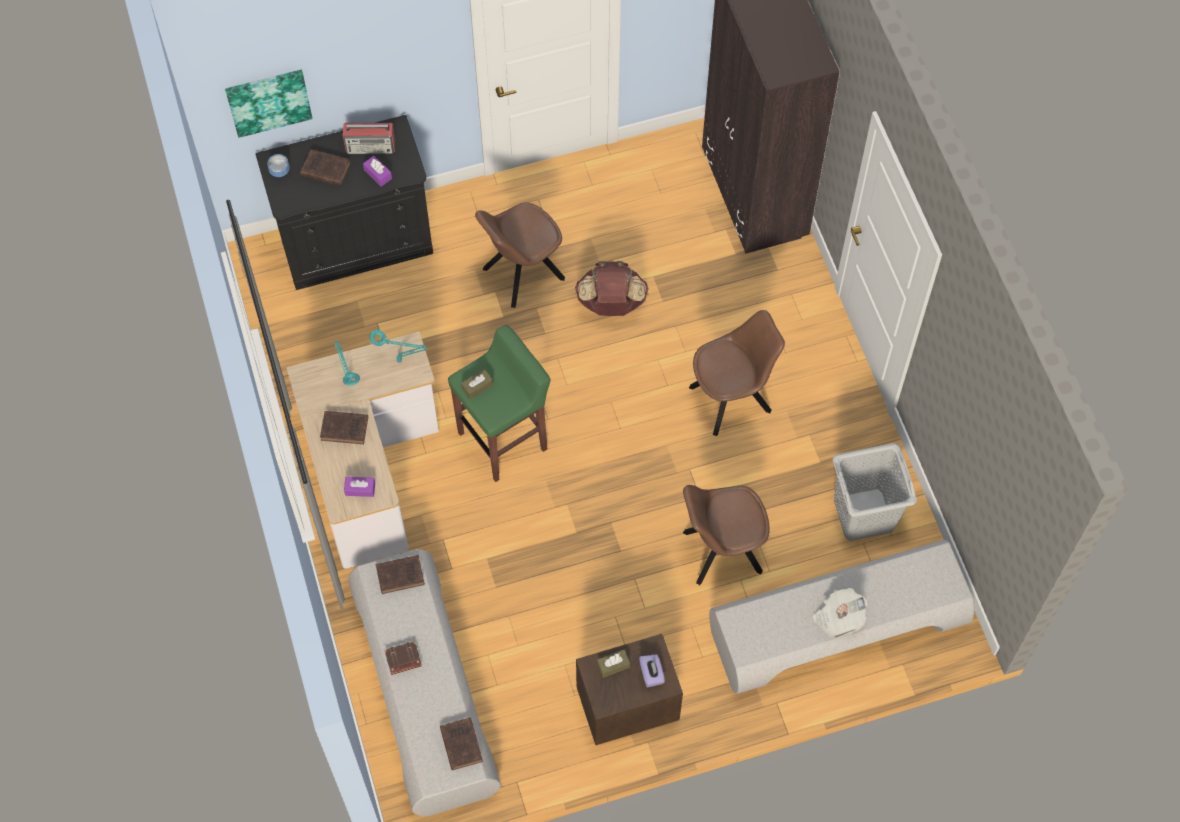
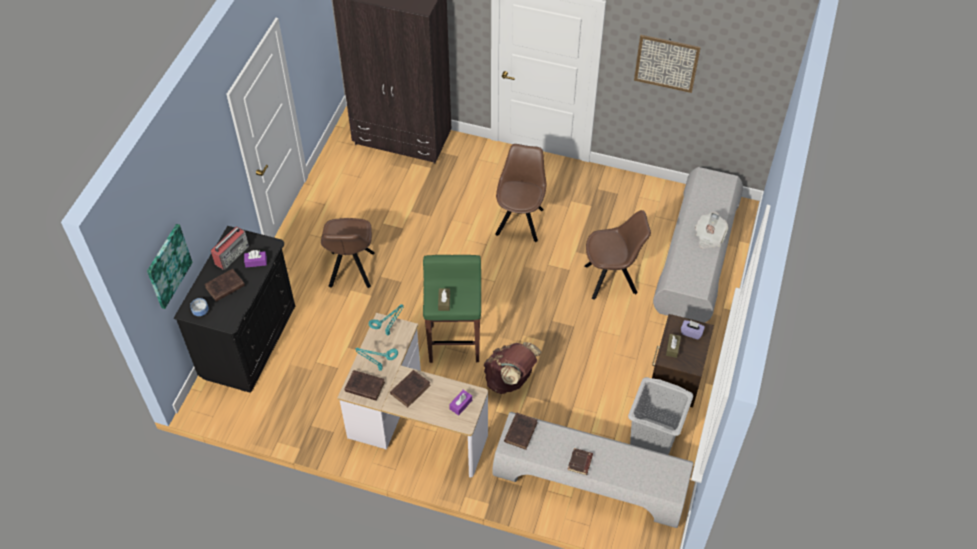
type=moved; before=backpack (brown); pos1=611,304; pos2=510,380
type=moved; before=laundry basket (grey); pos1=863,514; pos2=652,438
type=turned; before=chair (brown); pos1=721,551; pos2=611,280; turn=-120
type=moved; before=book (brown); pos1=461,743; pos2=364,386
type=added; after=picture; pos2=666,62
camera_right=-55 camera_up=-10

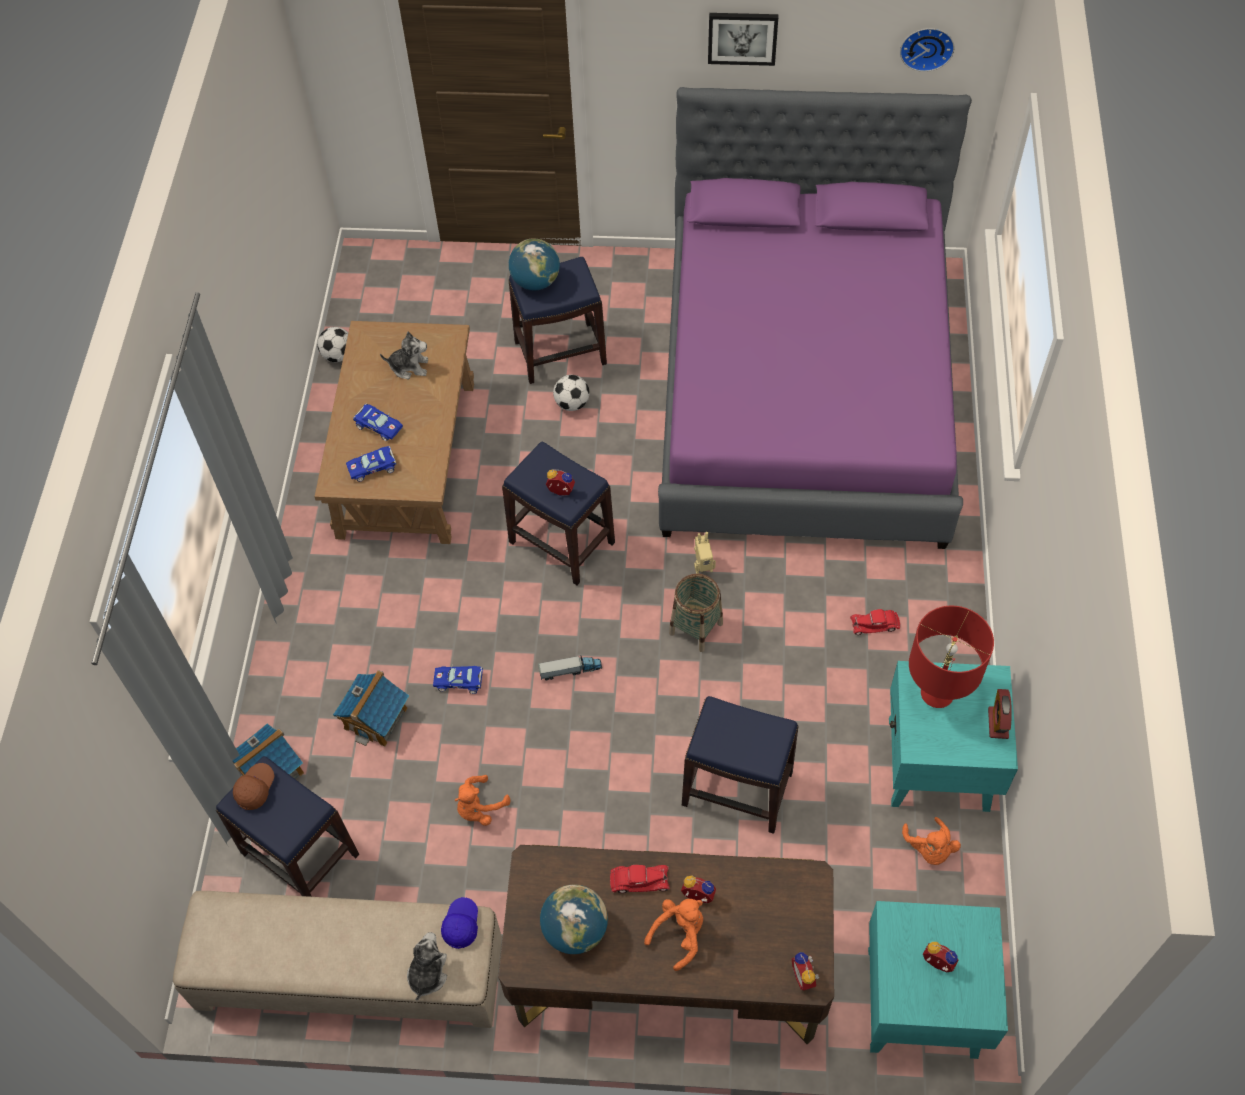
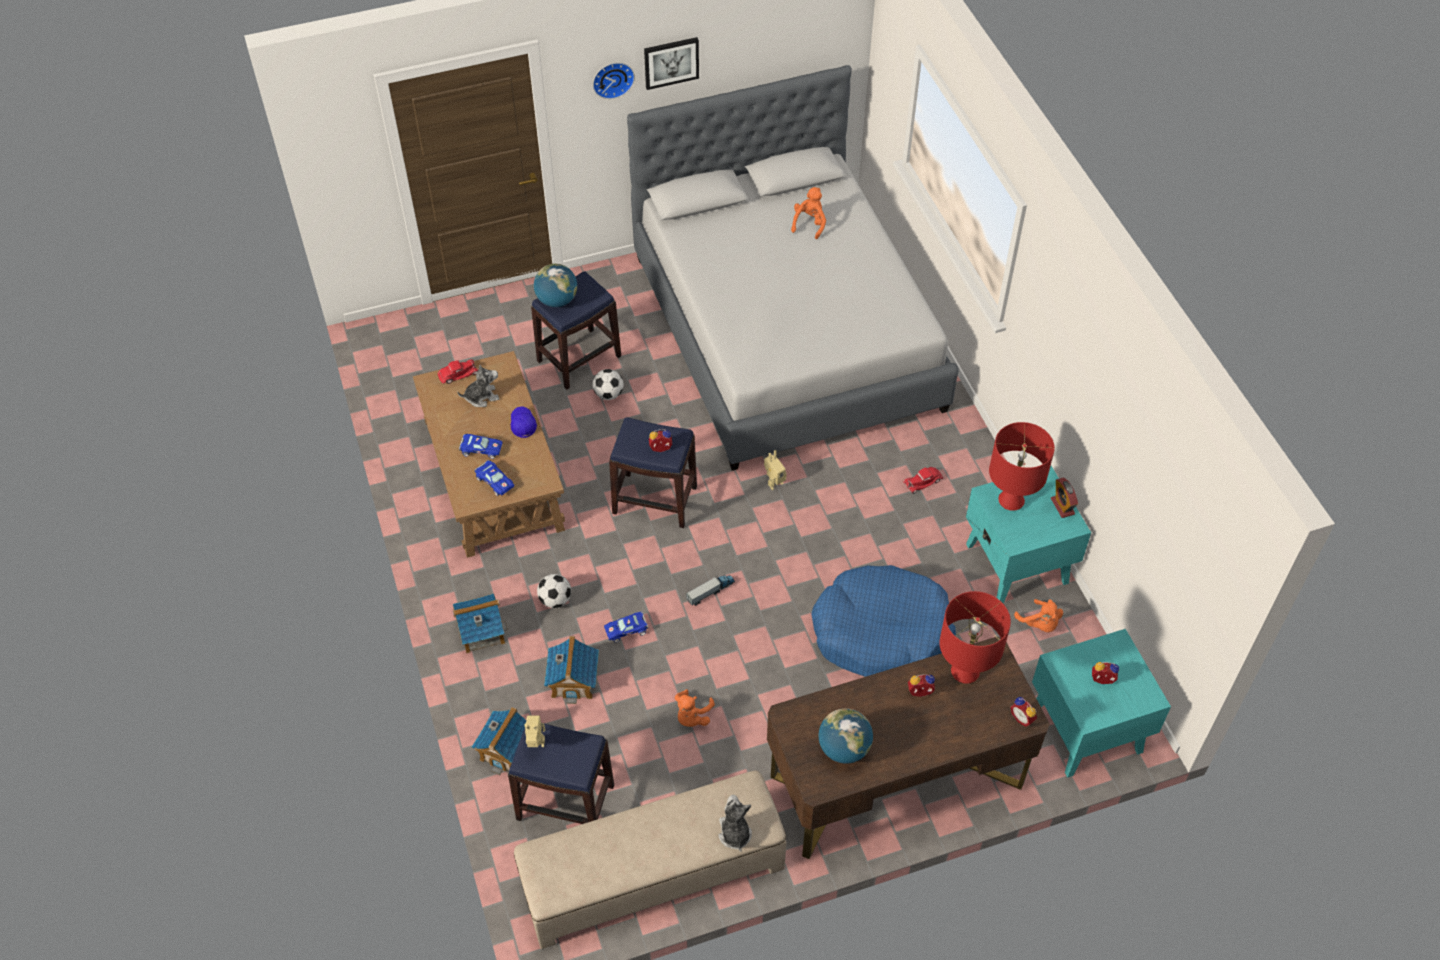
type=moved; before=wall clock; pos1=926,47; pos2=612,78
type=recoloured; before=bed (purple); after=bed (grey); pos1=804,393; pos2=787,332
type=moved; before=football; pos1=338,355; pos2=555,600
type=turned; before=toy car (blue); pos1=374,467; pos2=494,481; turn=-90
type=removed; before=basket; pos1=696,628
type=replaced; before=stool; after=dog bed (blue); pos1=737,789; pos2=881,632
type=replaced; before=cap (brown); after=toy robot; pos1=255,789; pos2=535,745
type=moved; before=toy car (red); pos1=639,880; pos2=458,374
type=moved; before=cap (blue); pos1=461,925; pos2=523,425
type=moved; before=plush toy (orange); pos1=679,934; pos2=809,224
type=added; after=table lamp (red); pos2=964,673
type=added; after=toy house; pos2=481,632
camera_right=-25 camera_up=-5

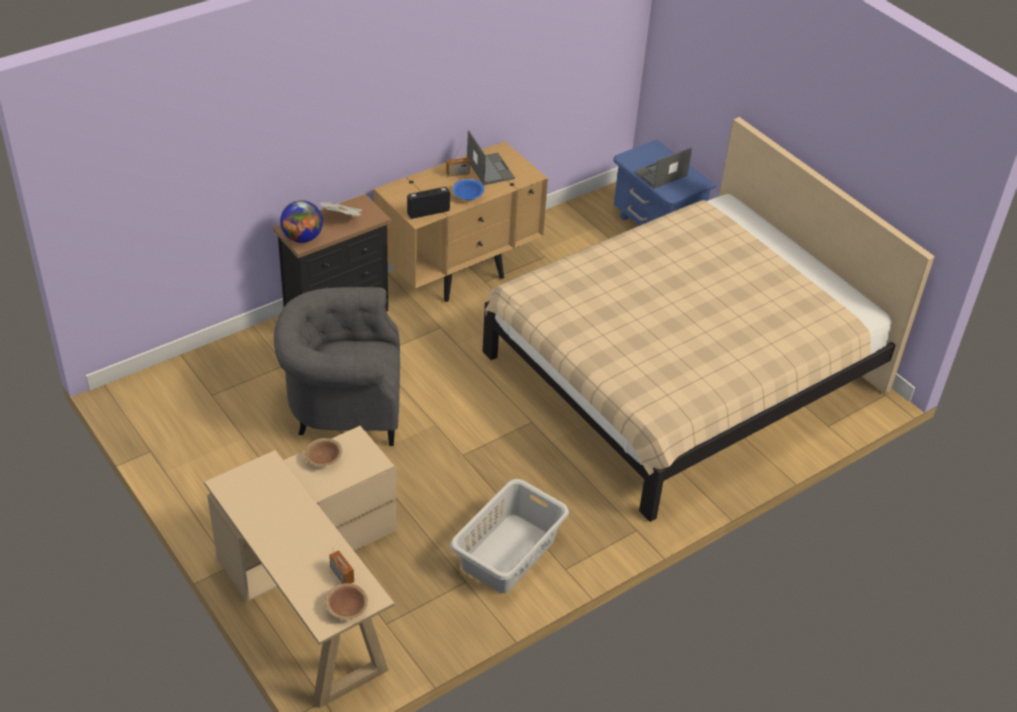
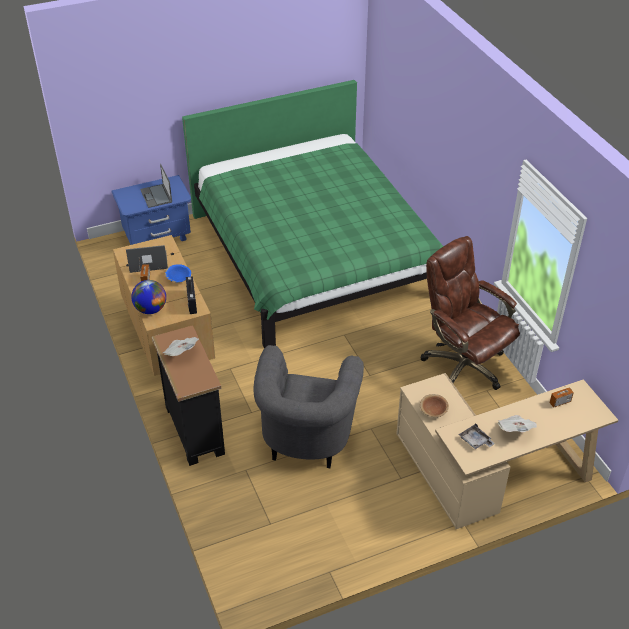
type=recoloured; before=bed (beige); after=bed (green); pos1=682,371; pos2=312,255
type=moved; before=globe; pos1=302,238; pos2=150,309
type=replaced; before=laundry basket (grey); after=office chair (brown); pos1=509,553; pos2=464,365
type=removed; before=bowl (brown); pos1=347,608
type=added; after=newspaper; pos2=515,430
type=added; after=tray (grey); pos2=475,441
camera_right=-75 camera_up=0

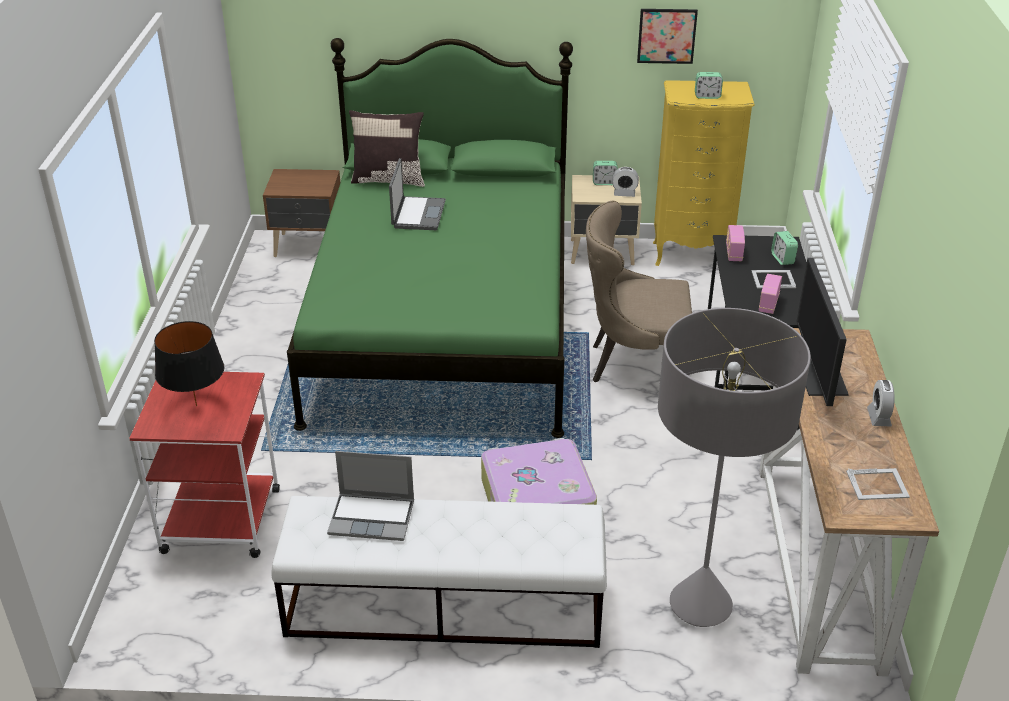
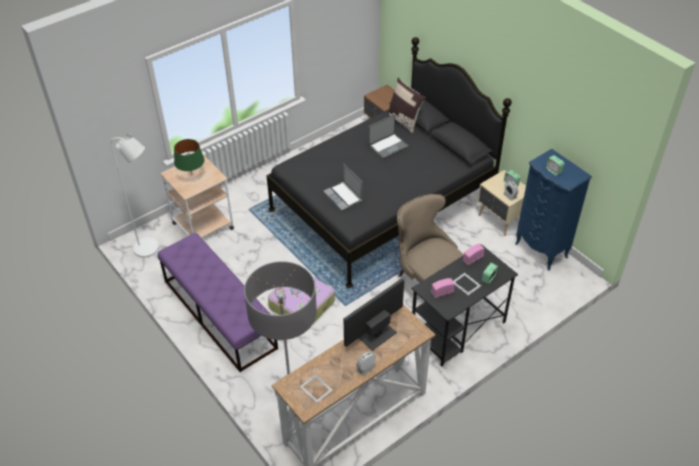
type=removed; before=picture; pos1=666,36
type=recoloured; before=bed (green); after=bed (black); pos1=444,324; pos2=383,205
type=recoloured; before=dresser (yellow); after=dresser (blue); pos1=691,256; pos2=540,251
type=recoloured; before=table lamp (black); after=table lamp (green); pos1=196,405; pos2=192,175
type=recoloured; before=cart (red); after=cart (beige); pos1=221,518; pos2=204,225
type=moved; before=laptop; pos1=373,517; pos2=343,197
type=recoloured; before=bench (white); after=bench (purple); pos1=443,605; pos2=219,313
type=added; after=floor lamp (white); pos2=150,249
camera_right=50 camera_up=10

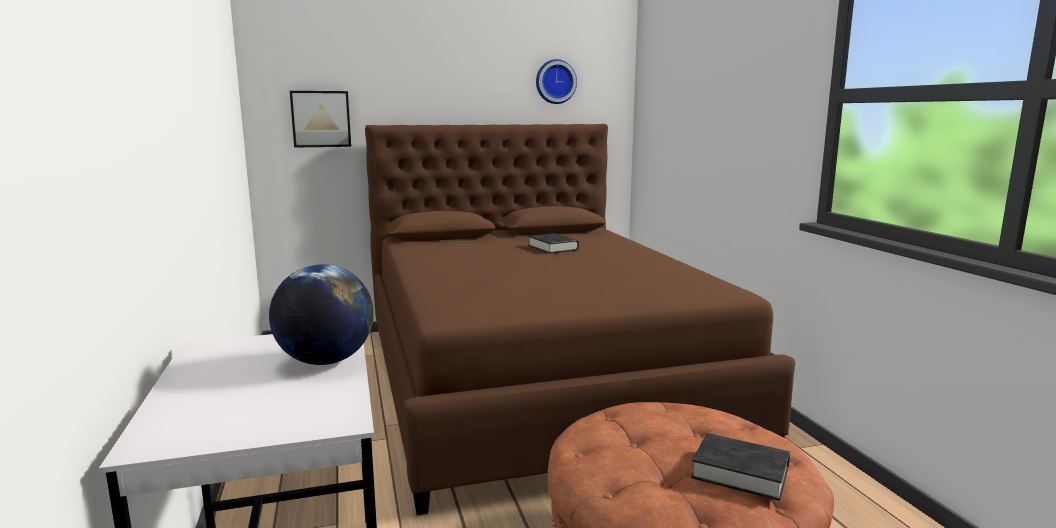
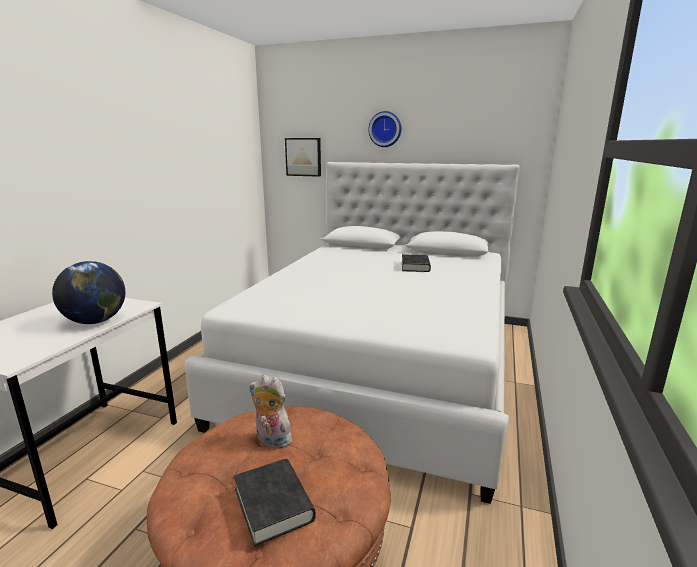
type=moved; before=wall clock; pos1=555,82; pos2=385,129
type=recoloured; before=bed (brown); after=bed (white); pos1=537,381; pos2=381,366
type=added; after=plush toy; pos2=271,440
camera_right=35 camera_up=5

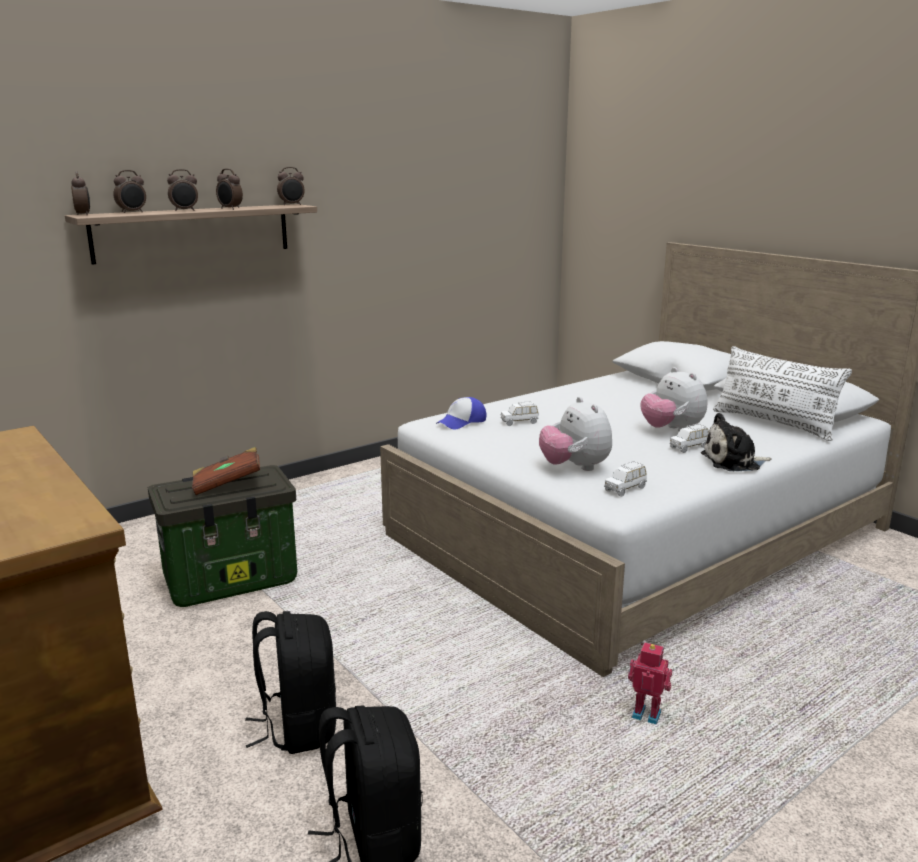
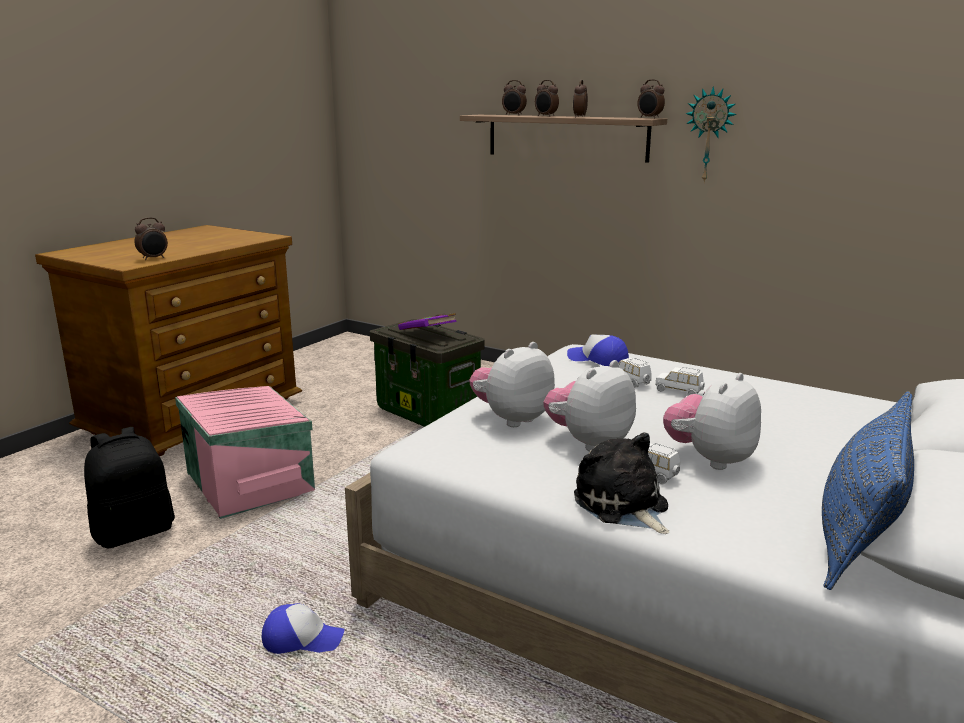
type=moved; before=alarm clock; pos1=83,215; pos2=154,258
type=recoloured; before=pillow (white); after=pillow (blue); pos1=774,423; pos2=858,535
type=recoloured; before=book (brown); after=book (purple); pos1=227,484; pos2=428,333
type=moved; before=toy car (white); pos1=625,489; pos2=679,391
type=replaced; before=backpack (black); after=storage box (pink); pos1=298,727; pos2=251,480
type=replaced; before=toy robot; after=cap; pos1=646,714; pos2=302,639
type=added; after=wall clock; pos2=709,135
type=added; after=plush toy; pos2=589,442
camera_right=70 camera_up=0

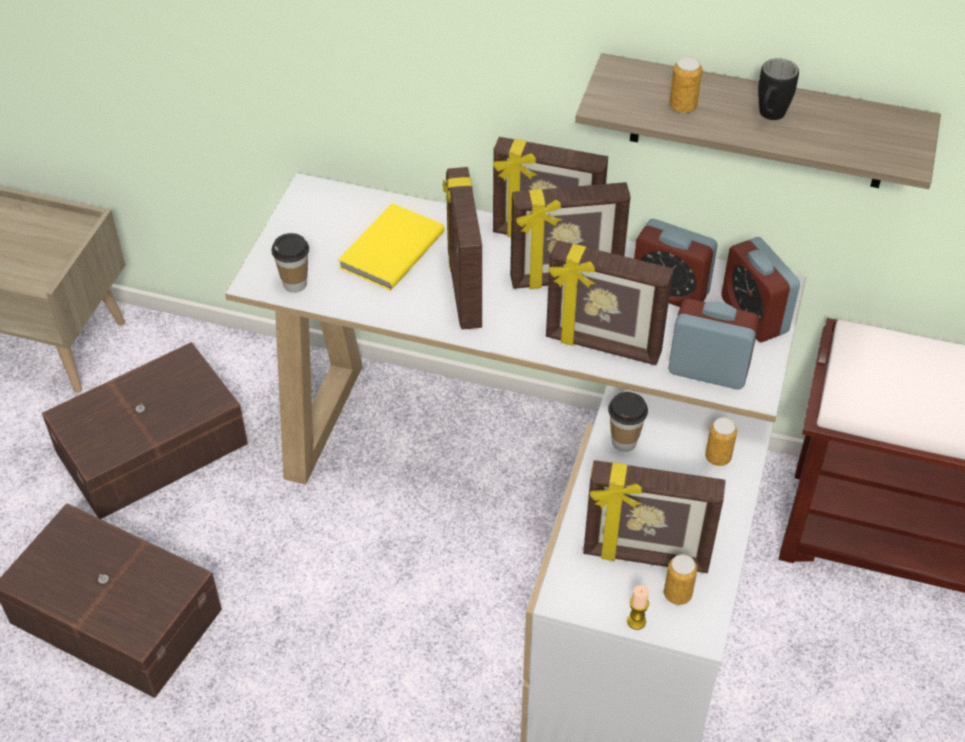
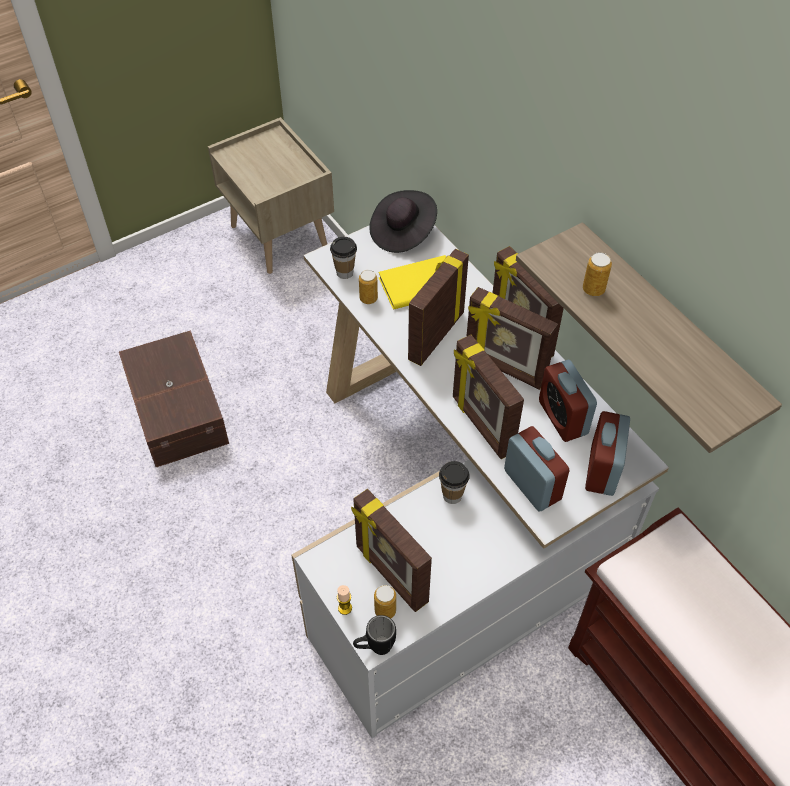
type=moved; before=mug (black); pos1=769,117; pos2=374,648
type=removed; before=storage box (brown); pos1=154,449
type=moved; before=can; pos1=718,457; pos2=368,298
type=added; after=hat (black); pos2=402,233
camera_right=40 camera_up=5

